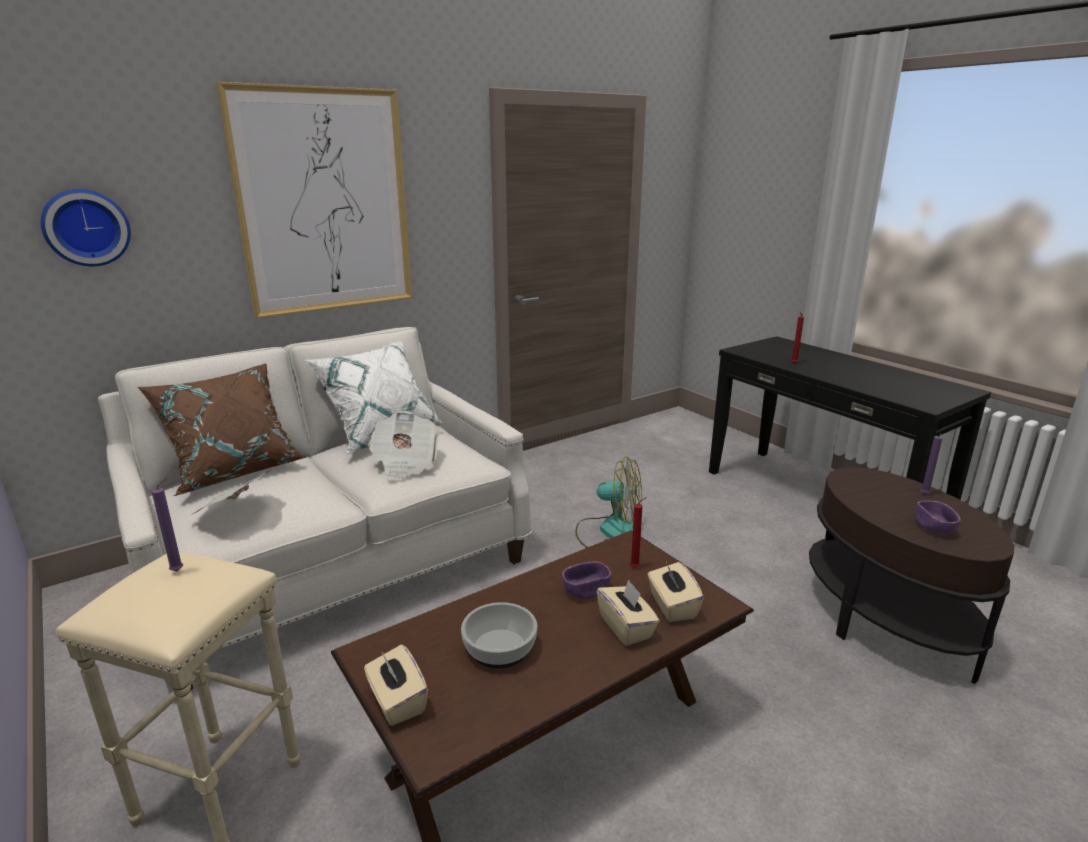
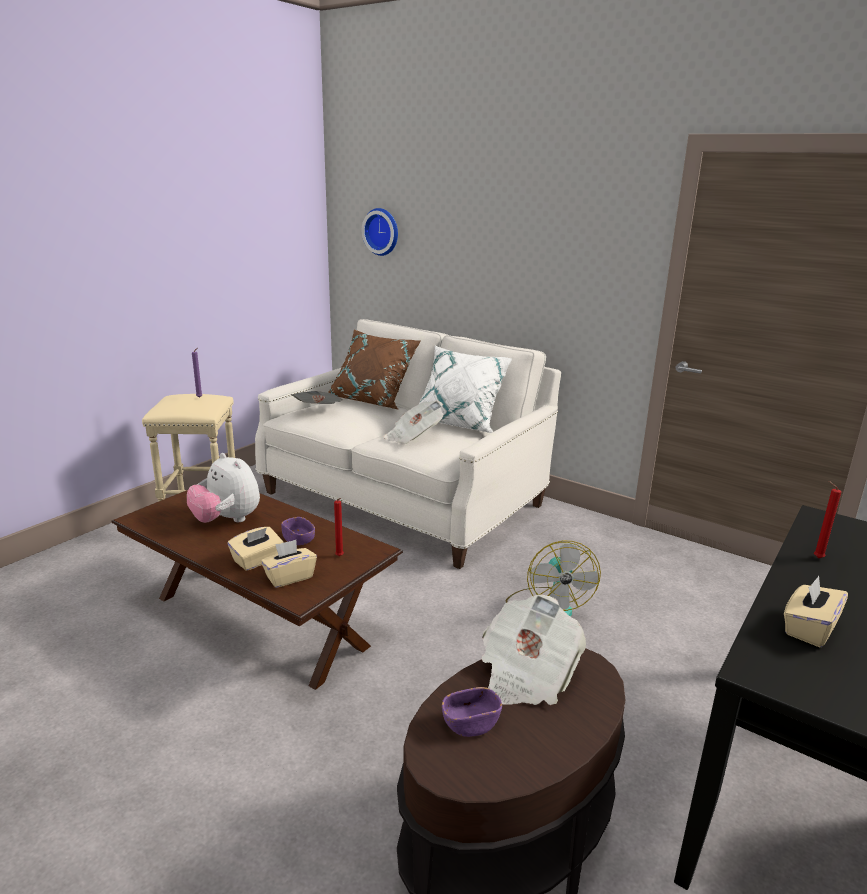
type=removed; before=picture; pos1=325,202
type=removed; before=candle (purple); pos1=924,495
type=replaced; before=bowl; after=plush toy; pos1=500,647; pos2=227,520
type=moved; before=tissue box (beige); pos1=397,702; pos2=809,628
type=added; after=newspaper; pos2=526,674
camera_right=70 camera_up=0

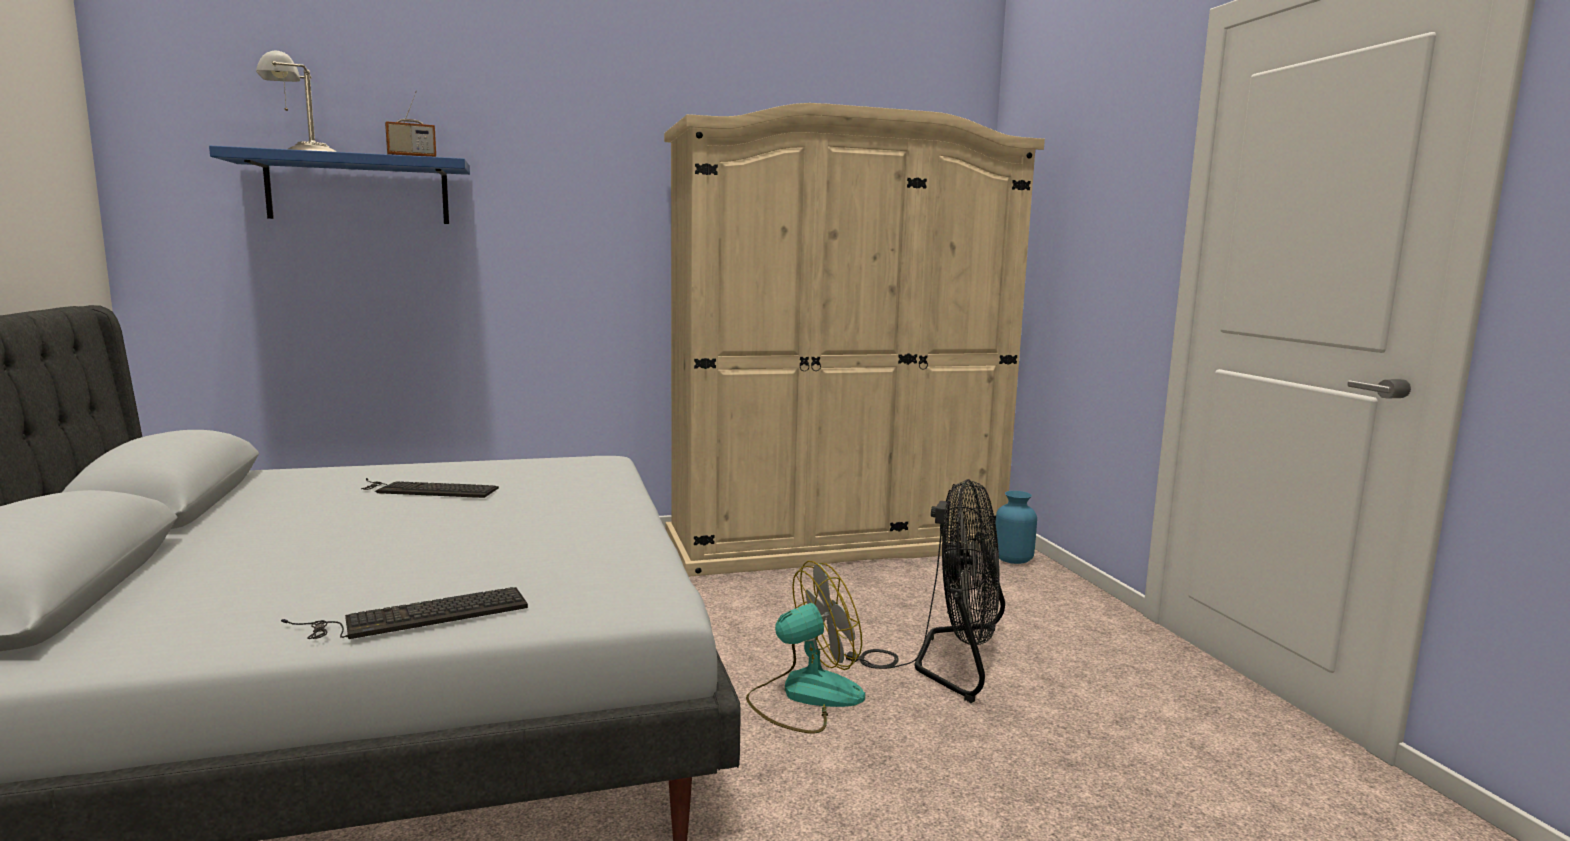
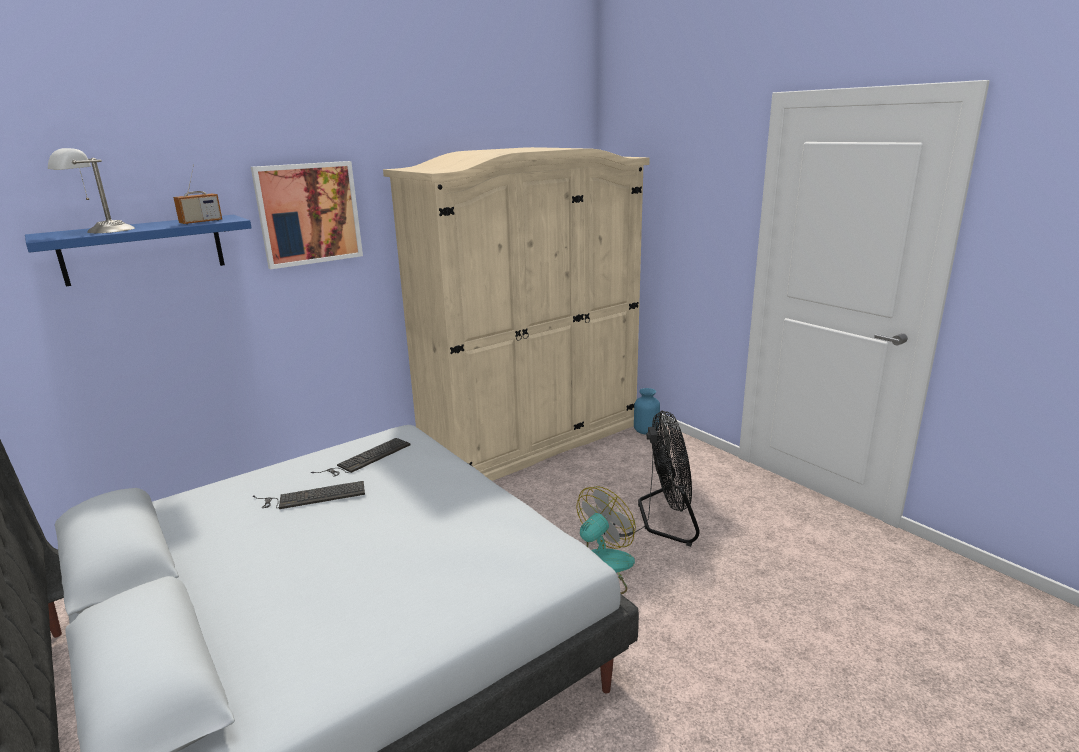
type=moved; before=keyboard; pos1=414,616; pos2=366,458
type=added; after=picture; pos2=309,213
camera_right=-20 camera_up=10

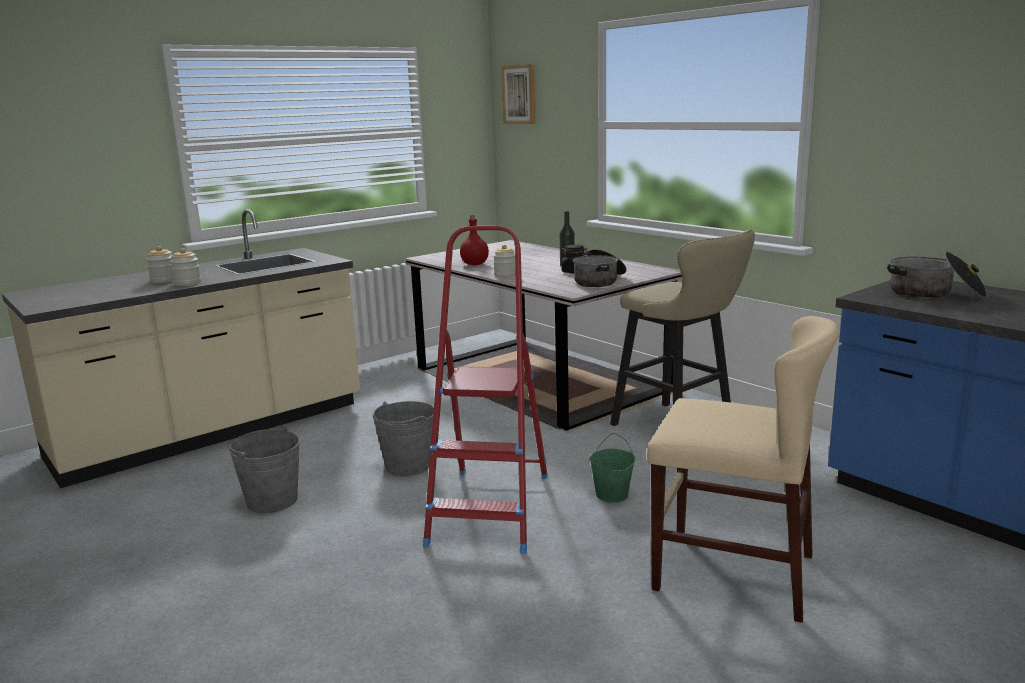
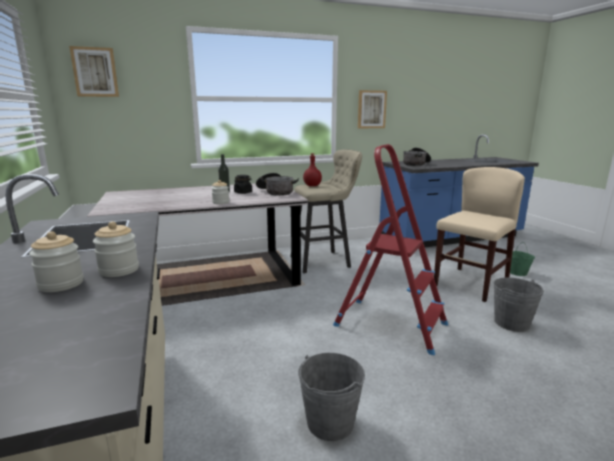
type=moved; before=bottle (red); pos1=474,264; pos2=312,186
type=moved; before=bucket (grey); pos1=408,465; pos2=511,323
type=moved; before=bucket (green); pos1=612,495; pos2=518,273
type=added; after=picture; pos2=371,109
camera_right=-70 camera_up=0

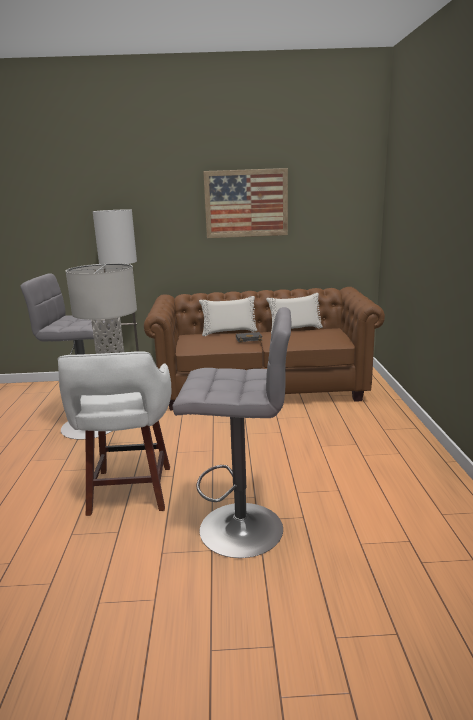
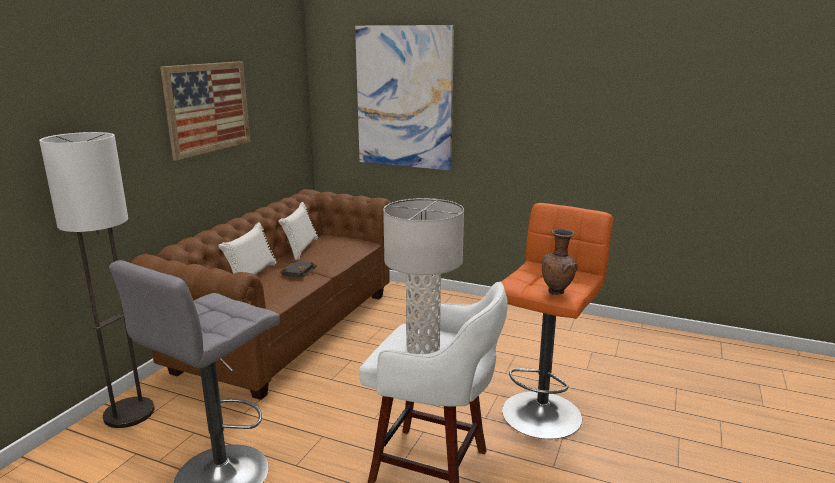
type=recoloured; before=stool (grey); after=stool (orange); pos1=242,530; pos2=542,414
type=added; after=picture; pos2=404,98
type=added; after=vase (brown); pos2=557,292
camera_right=-65 camera_up=0

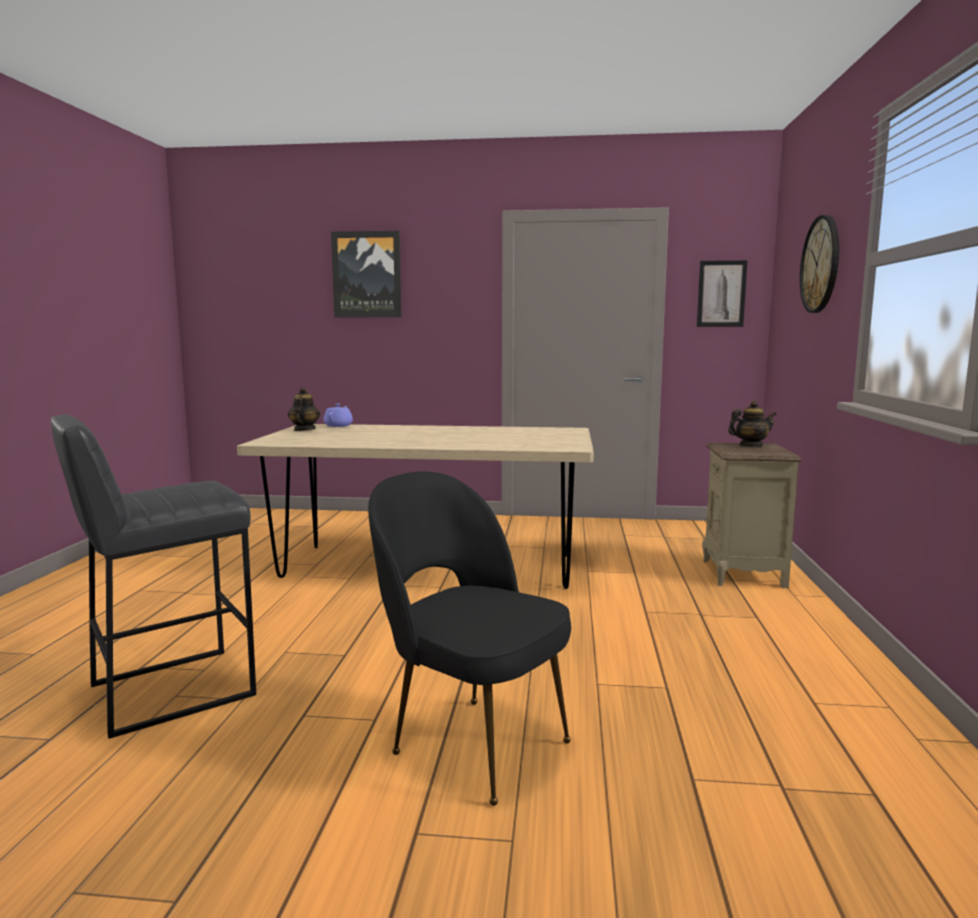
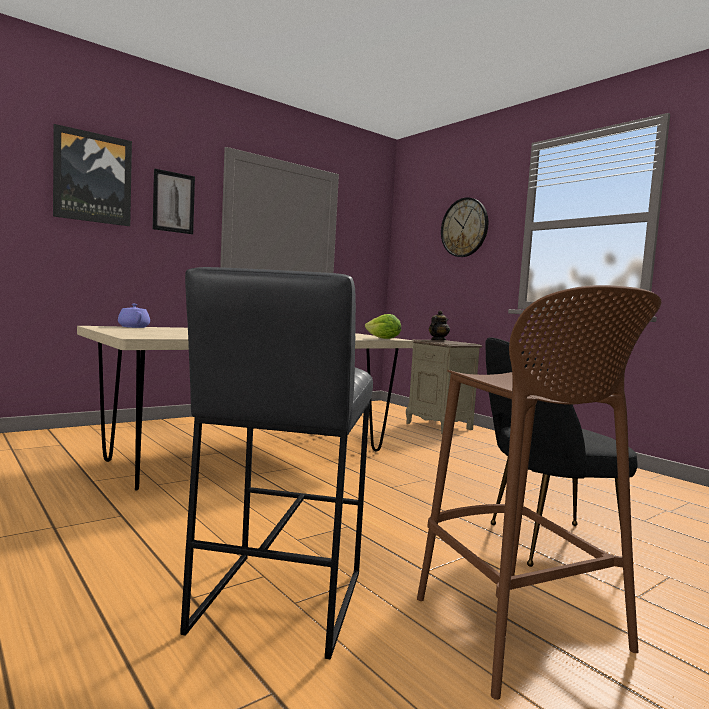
type=moved; before=picture; pos1=721,294; pos2=173,202
type=removed; before=teapot; pos1=304,430
type=added; after=stool (brown); pos2=516,630
type=added; after=lettuce; pos2=383,339
camera_right=-45 camera_up=-5

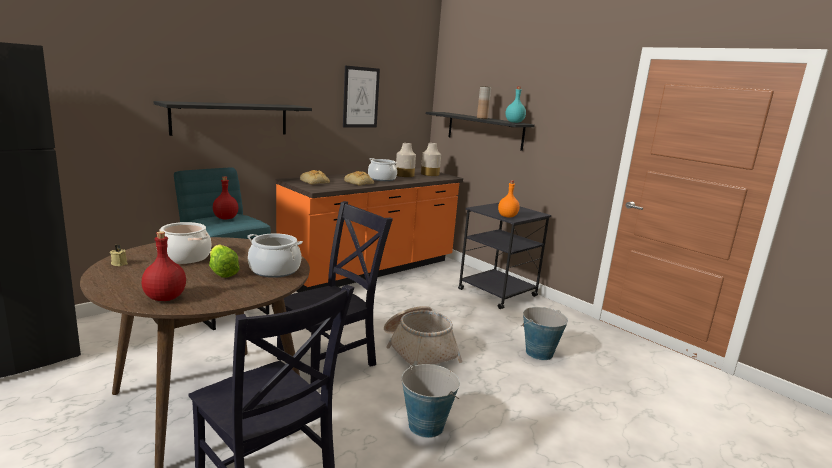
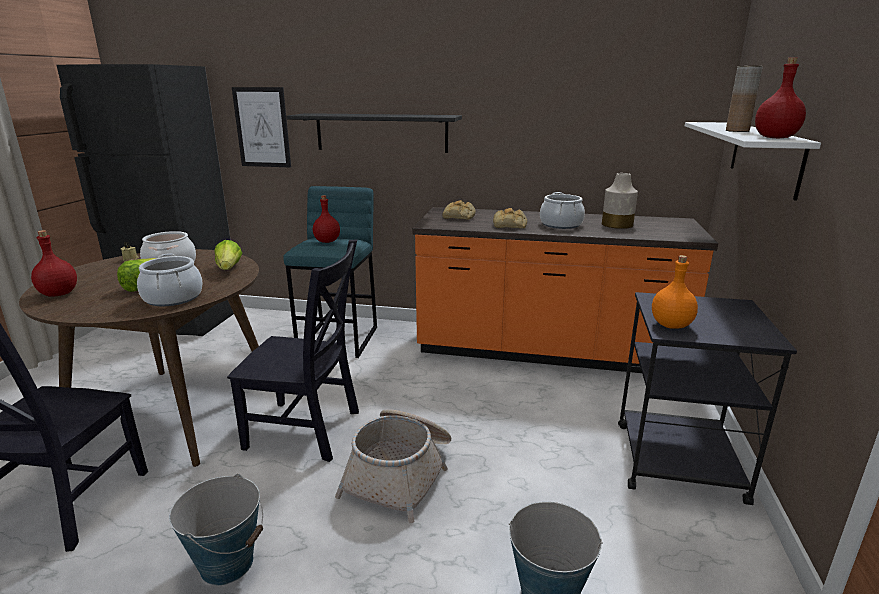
type=moved; before=picture; pos1=361,97; pos2=262,127
type=recoloured; before=bottle (turquoise); after=bottle (red); pos1=514,122; pos2=775,138
type=recoloured; before=shelf (black); after=shelf (white); pos1=484,130; pos2=764,156
type=removed; before=vase (beige); pos1=429,174
type=added; after=lettuce; pos2=229,269
camera_right=55 camera_up=5

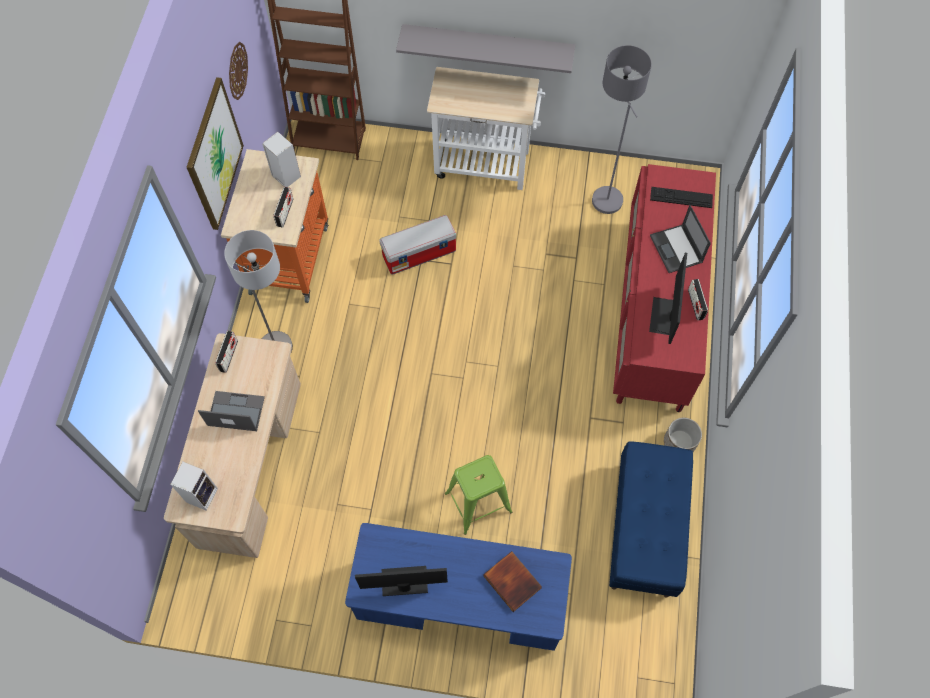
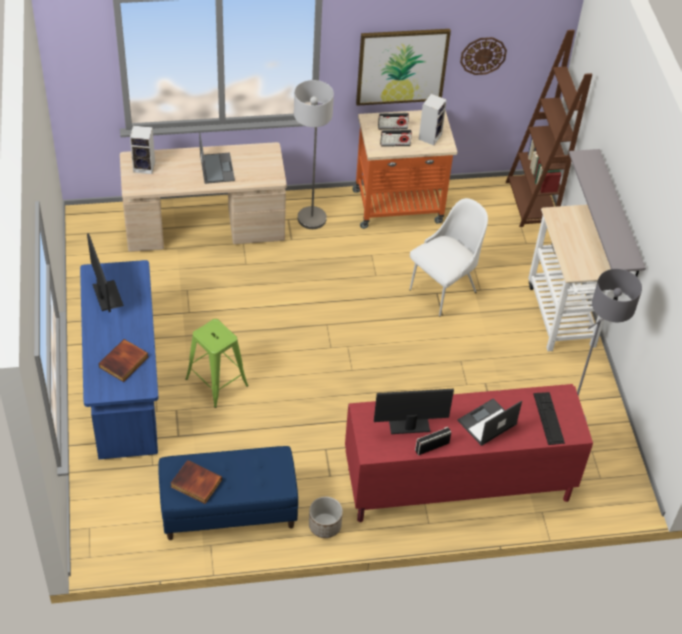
type=replaced; before=storage box; after=chair (white); pos1=419,253; pos2=443,290
type=moved; before=radio; pos1=228,356; pos2=392,127
type=added; after=book; pos2=195,484
camera_right=70 camera_up=-15

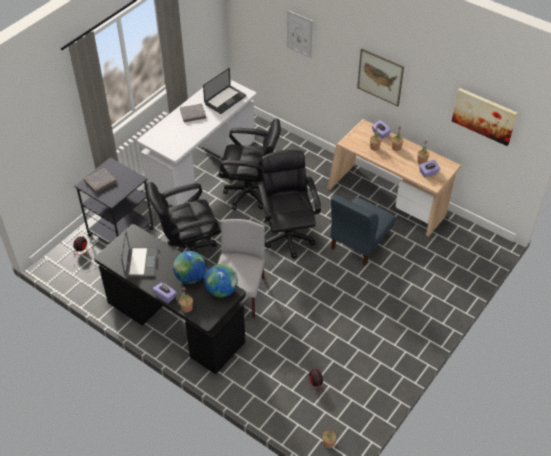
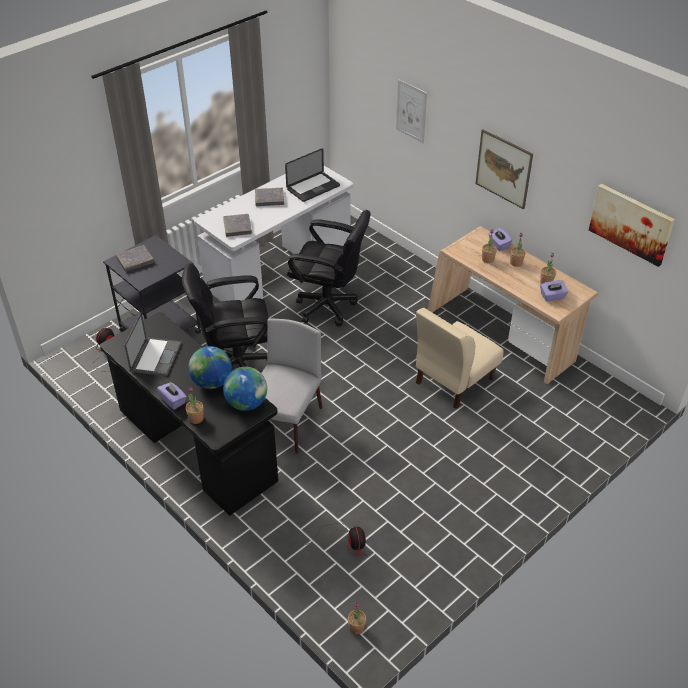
type=removed; before=office chair (black); pos1=287,237
type=recoloured; before=chair (blue); after=chair (beige); pos1=359,243; pos2=453,380
type=added; after=book (grey); pos2=237,227
camera_right=10 camera_up=-5

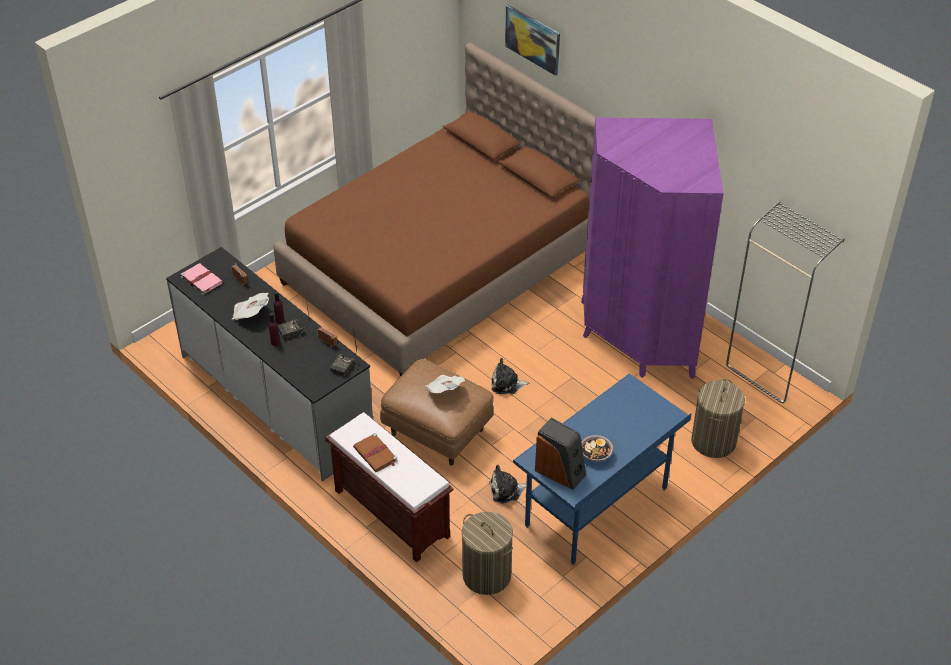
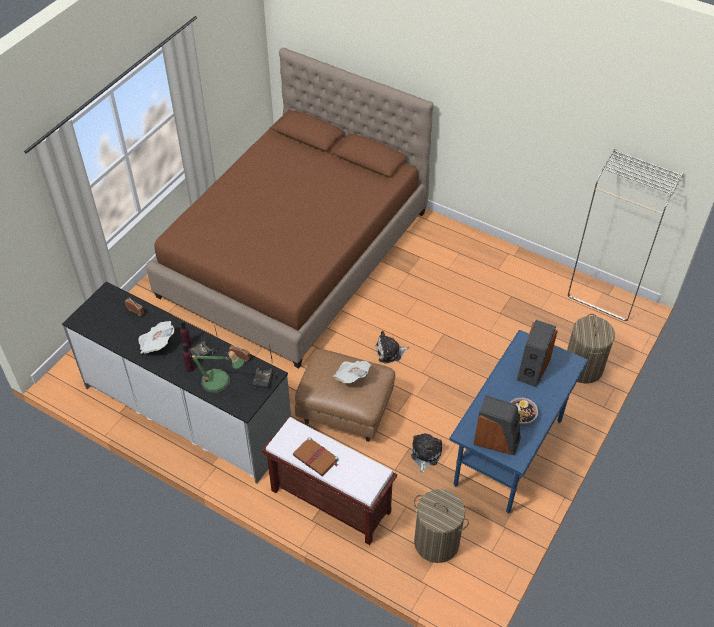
type=removed; before=picture; pos1=533,39
type=removed; before=wardrobe (purple); pos1=641,335
type=removed; before=book (pink); pos1=201,279
type=turned; before=plush toy; pos1=506,490; pos2=425,454; turn=135
type=added; after=speaker; pos2=532,368
type=added; after=table lamp; pos2=220,383
camera_right=-15 camera_up=5

